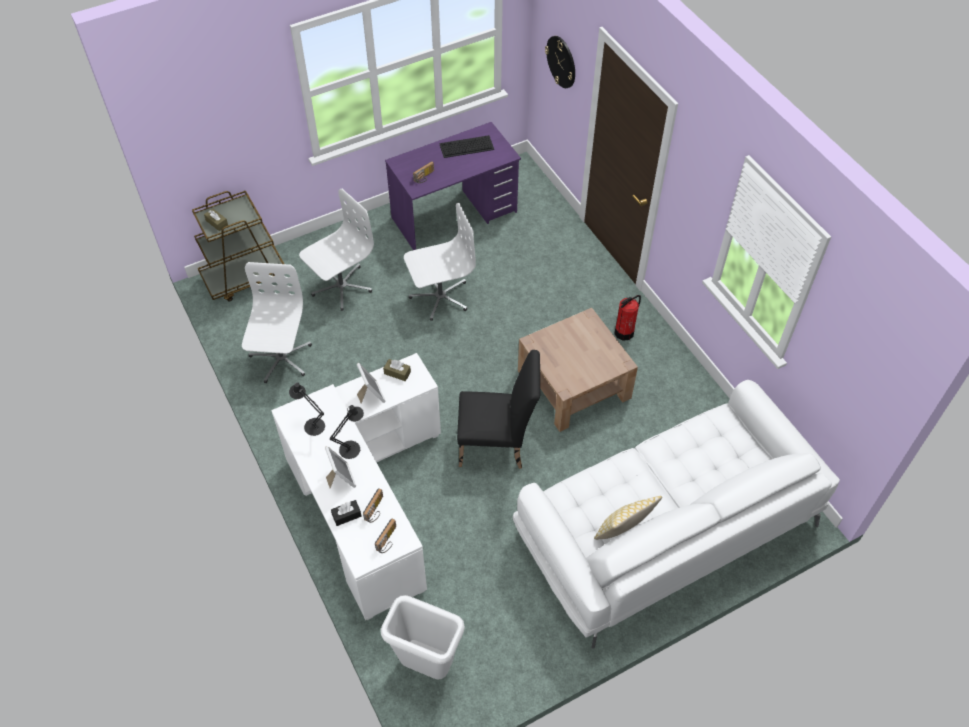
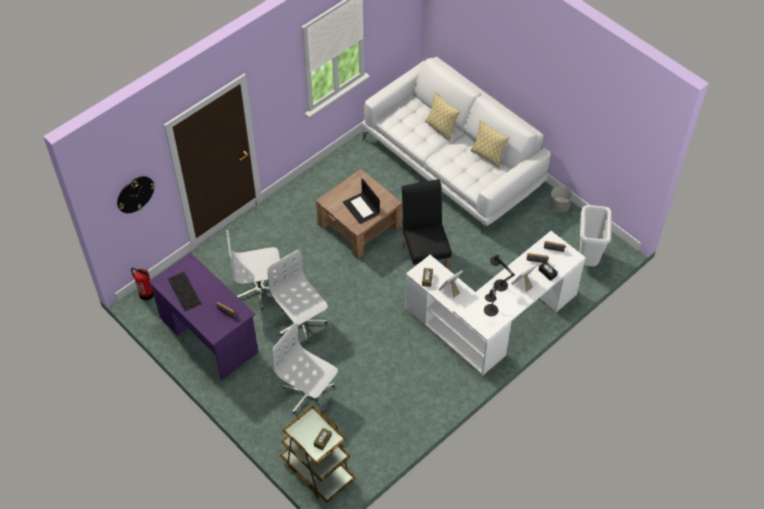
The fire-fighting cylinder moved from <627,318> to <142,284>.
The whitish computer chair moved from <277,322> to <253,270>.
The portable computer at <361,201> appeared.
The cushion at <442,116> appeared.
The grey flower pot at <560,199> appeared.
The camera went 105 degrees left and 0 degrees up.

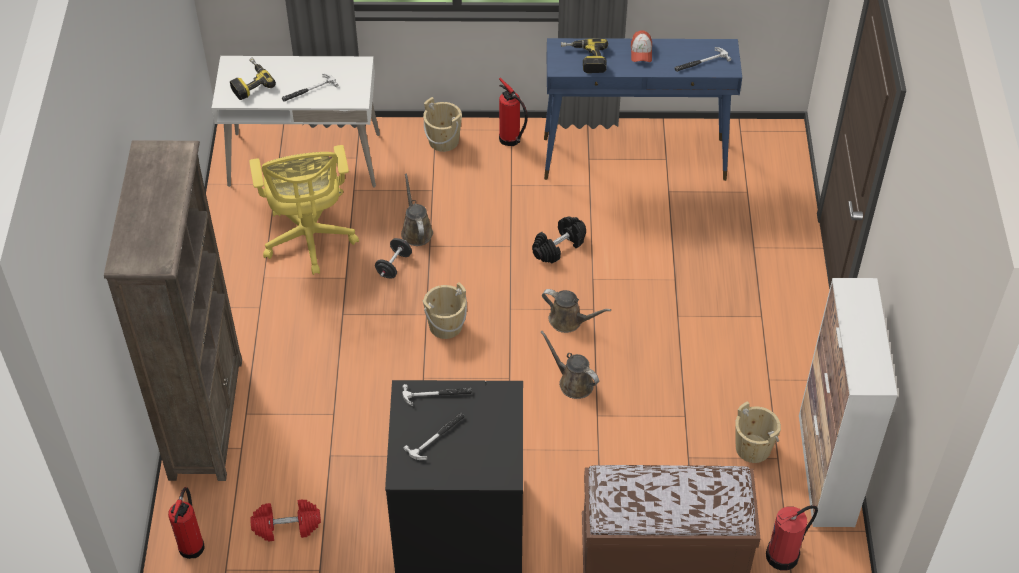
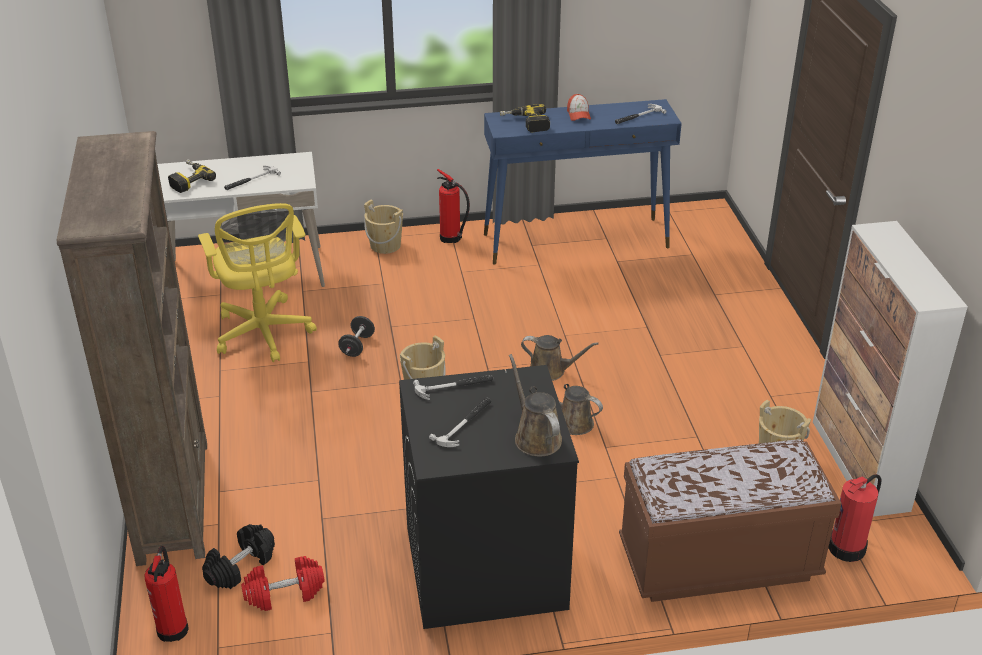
The black free weight moved from <559,240> to <238,556>.
The brown-coloured sprinkling can moved from <417,209> to <535,405>.
The camera went 10 degrees left and 15 degrees down.

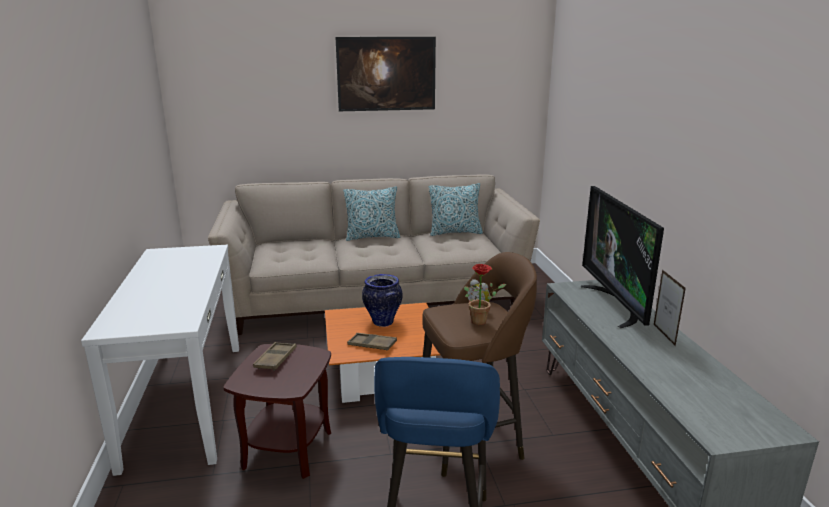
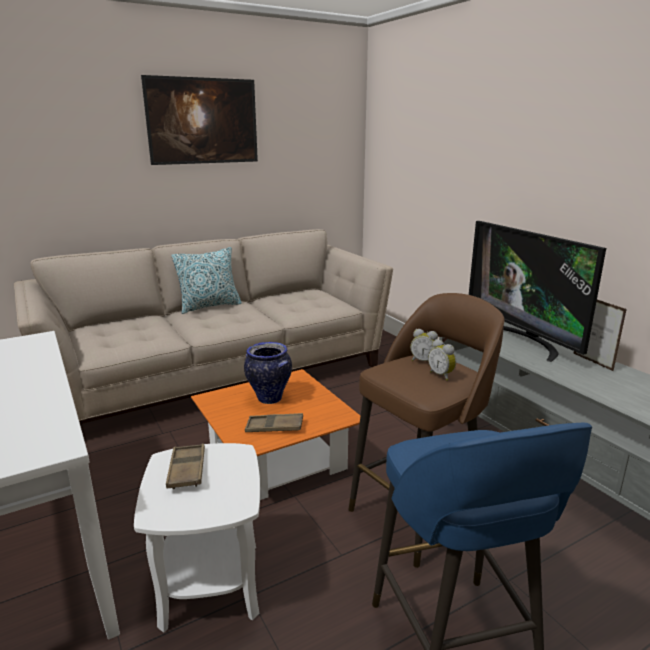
The brown-coloured end table at <277,411> became the whitish end table at <197,538>.
The potted plant at <485,294> was replaced by the alarm clock at <442,360>.
The cushion at <456,209> disappeared.
The camera went 20 degrees left and 0 degrees up.

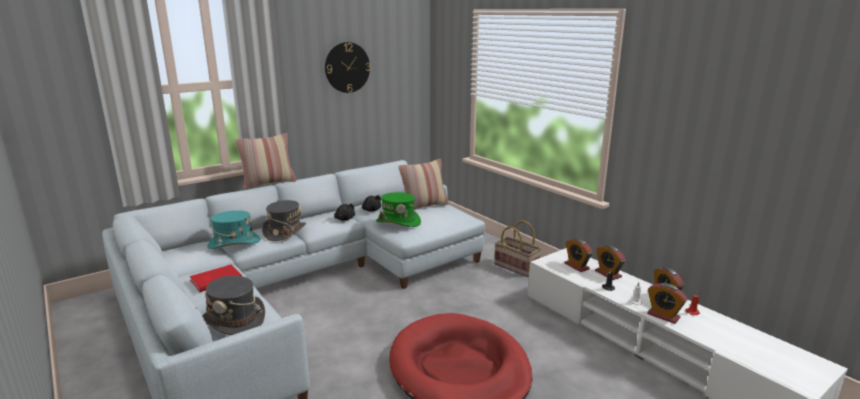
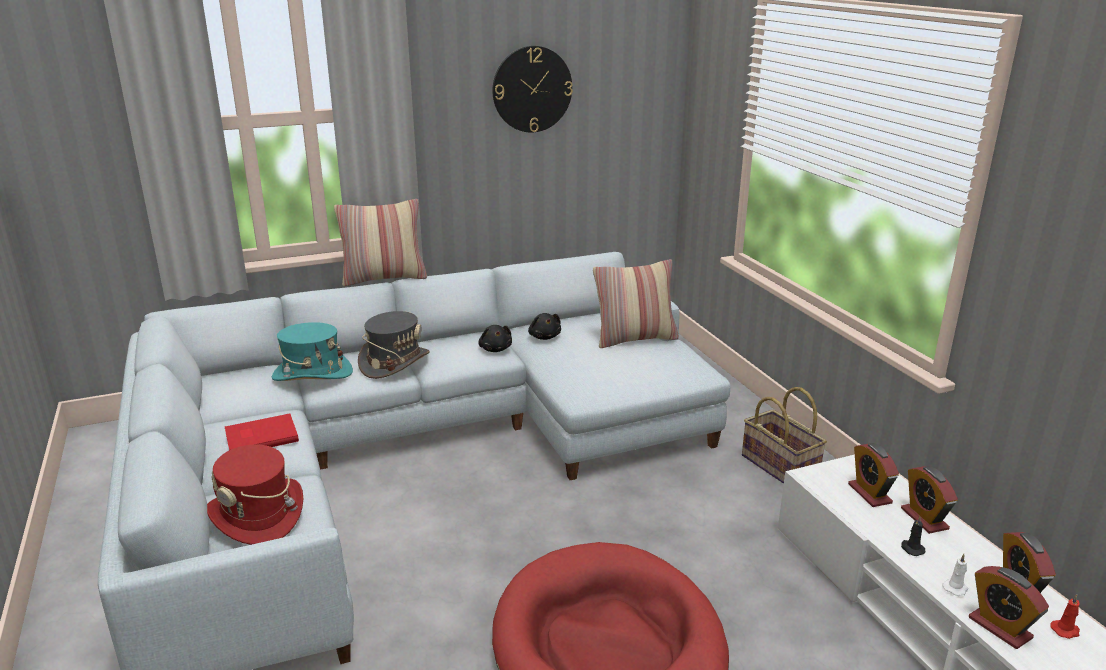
The grey clothing hat at <233,305> became the red clothing hat at <255,494>.
The green clothing hat at <398,209> disappeared.
The camera went 15 degrees right and 5 degrees up.

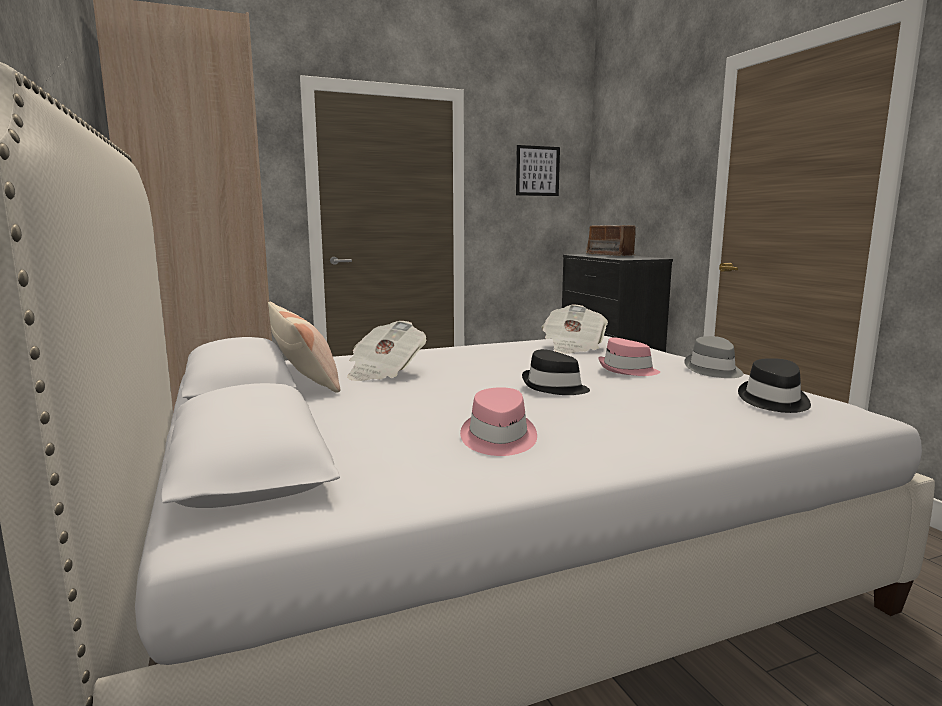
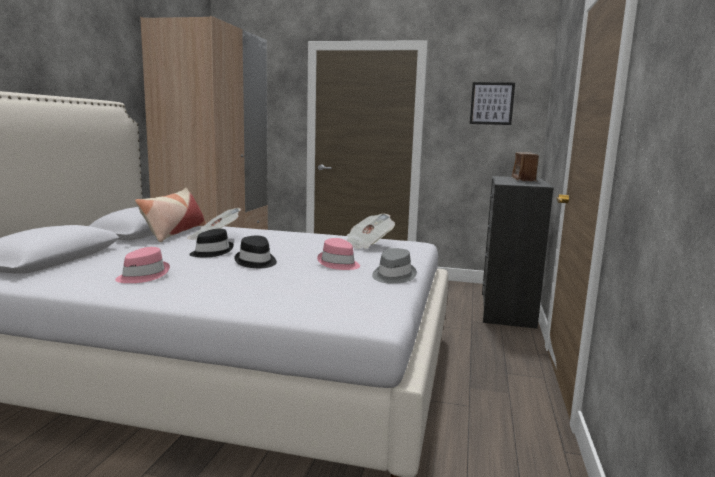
The black clothing hat moved from <774,385> to <211,243>.
The camera went 35 degrees right and 0 degrees up.

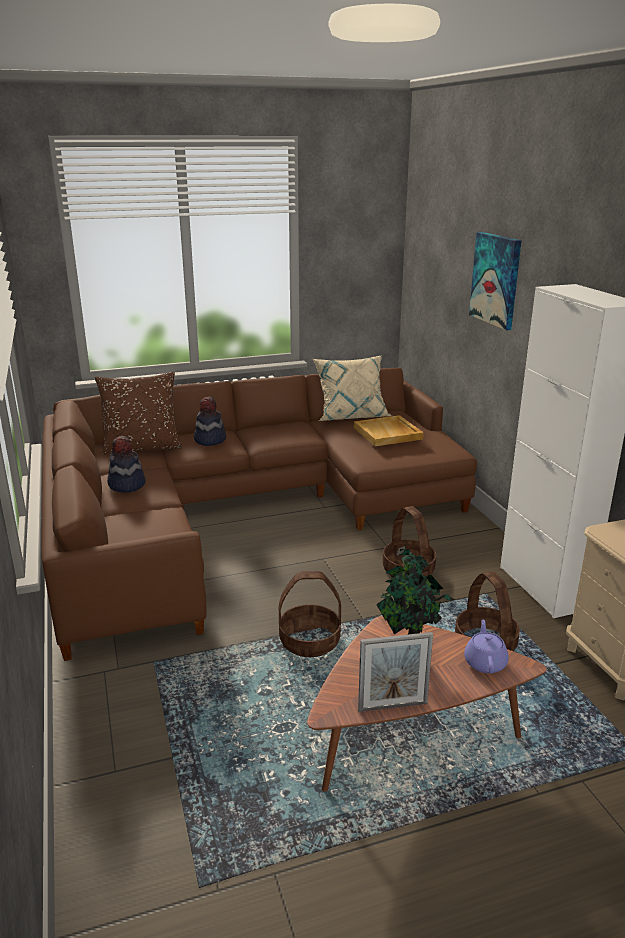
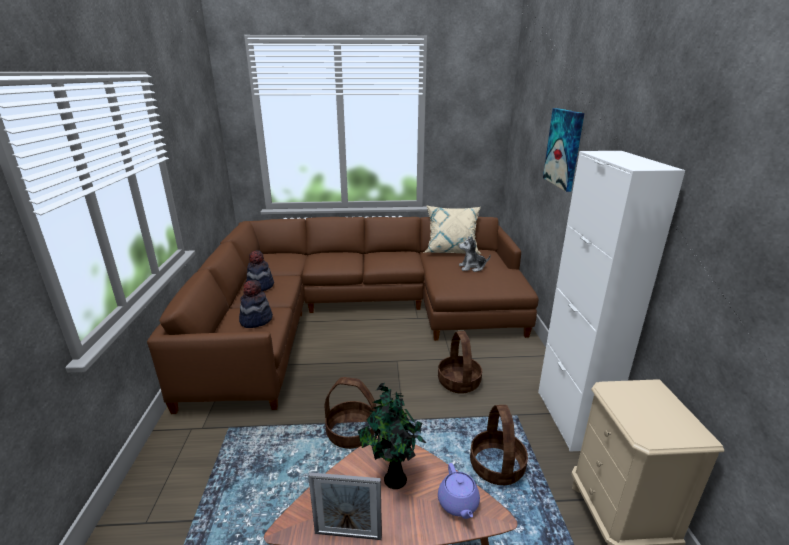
The clothing hat moved from <210,421> to <256,304>.
The purple-coloured tea pot at <486,646> turned 150 degrees clockwise.
The beige serving tray at <388,430> was replaced by the plush toy at <475,254>.
The brown-coloured cushion at <138,413> disappeared.
The camera went 15 degrees right and 0 degrees up.

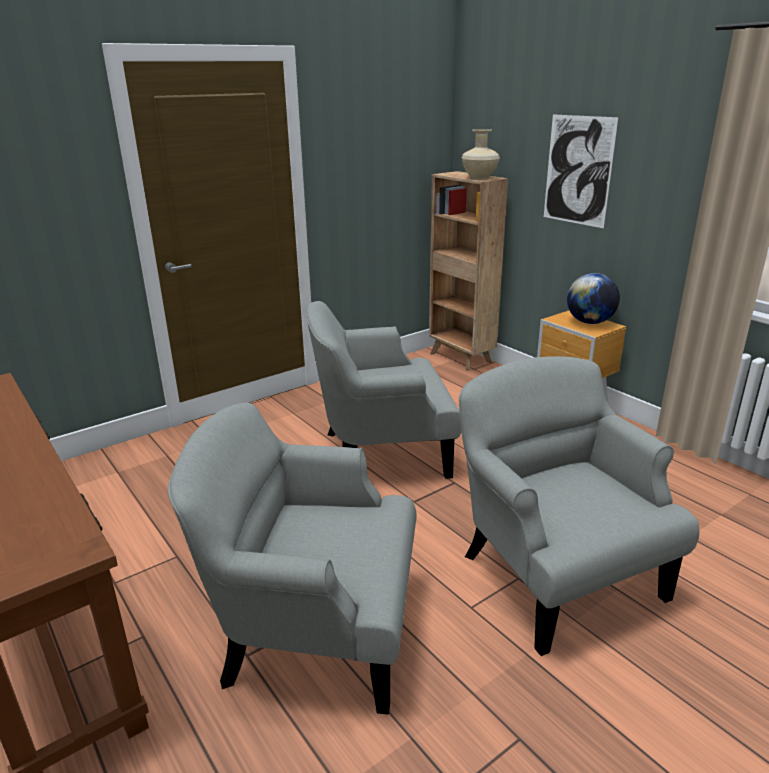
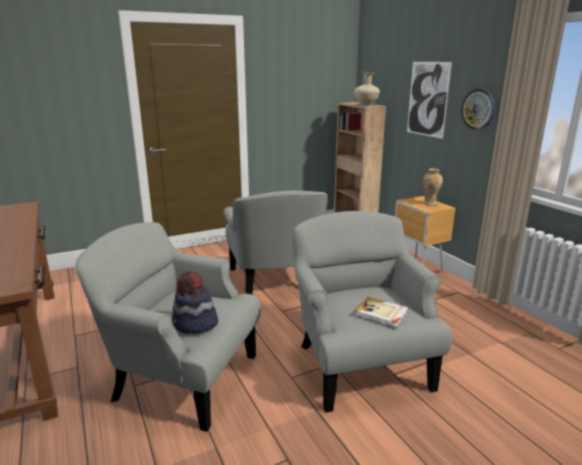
The clothing hat at <195,302> appeared.
The grey easy chair at <383,390> turned 105 degrees counterclockwise.
The bound book at <381,312> appeared.
The desk globe at <593,298> was replaced by the flower vase at <433,187>.
The wall clock at <478,109> appeared.
The camera went 10 degrees right and 5 degrees down.

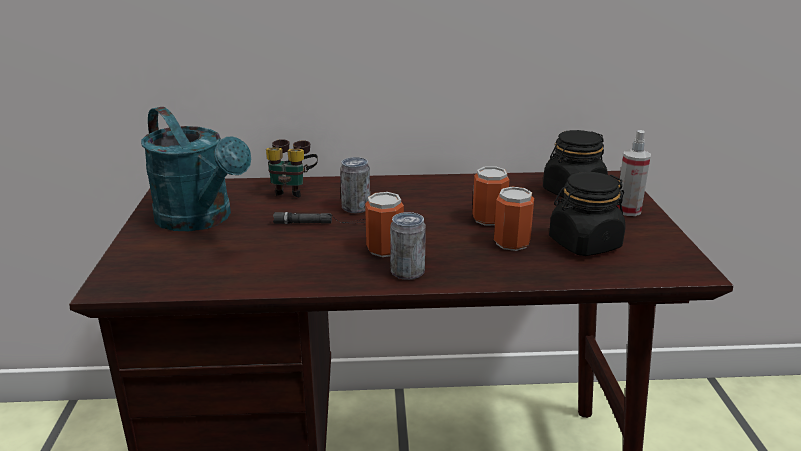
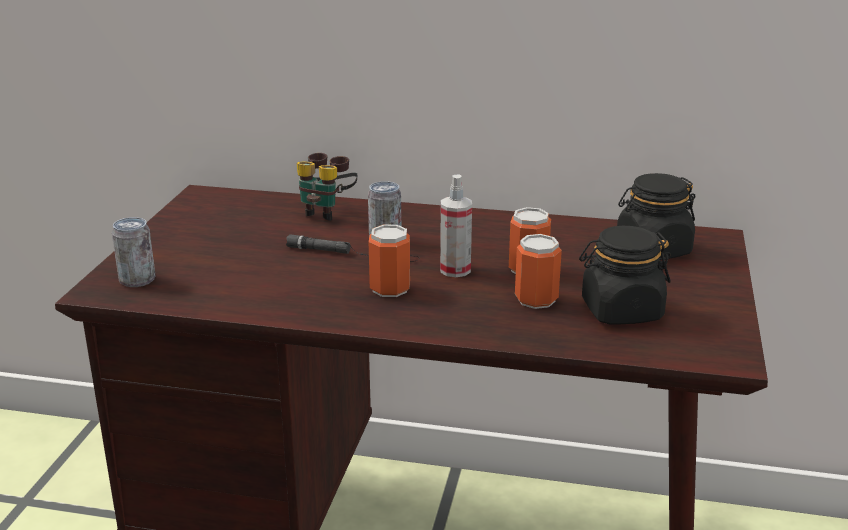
The can moved from <408,246> to <134,252>.
The hand sprayer moved from <634,173> to <456,225>.
The blue-green sprinkling can at <196,169> disappeared.
The camera went 15 degrees right and 0 degrees up.

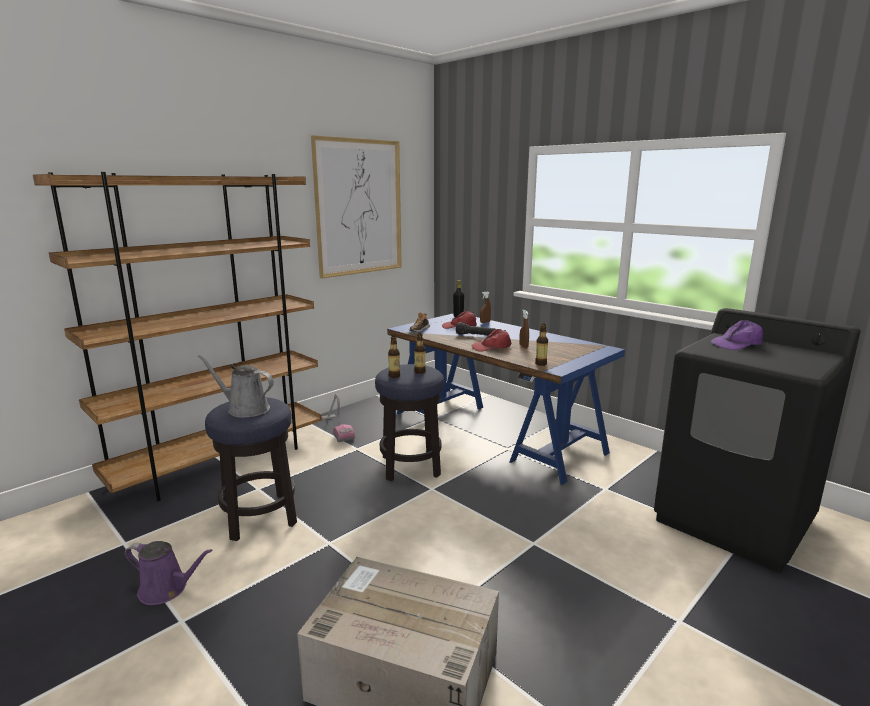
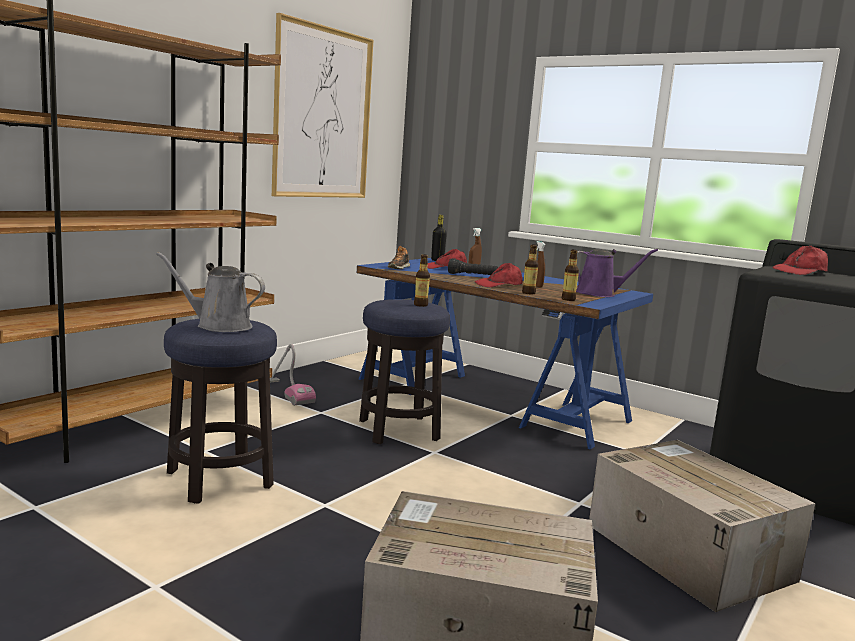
The bottle moved from <394,357> to <530,269>.
The purple-coloured sprinkling can moved from <168,573> to <617,273>.
The cardboard box at <702,526> appeared.
The purple-coloured peaked cap at <737,335> became the red peaked cap at <800,260>.
The camera went 10 degrees left and 5 degrees down.

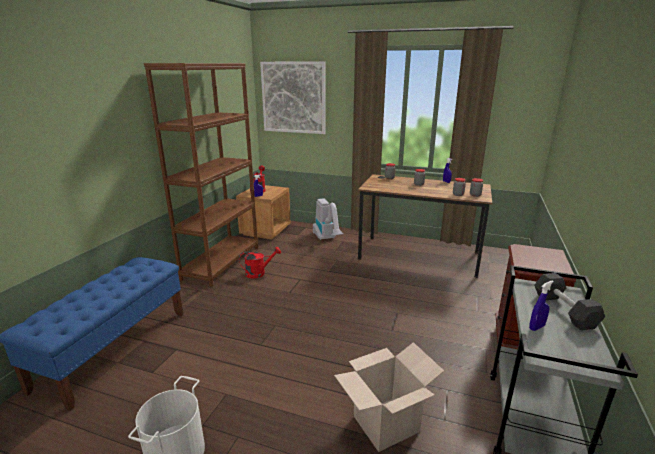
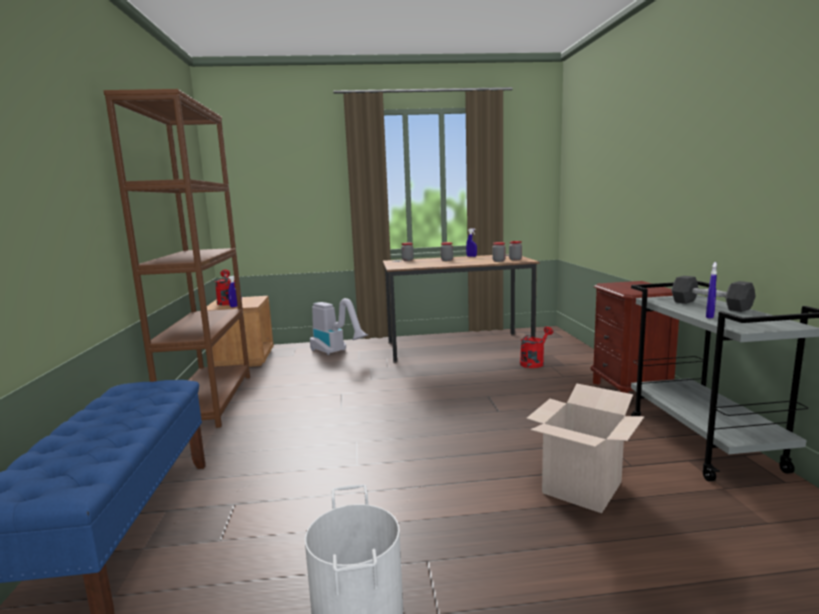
The red sprinkling can moved from <260,262> to <536,347>.
The picture at <293,98> disappeared.
The camera went 25 degrees left and 10 degrees down.

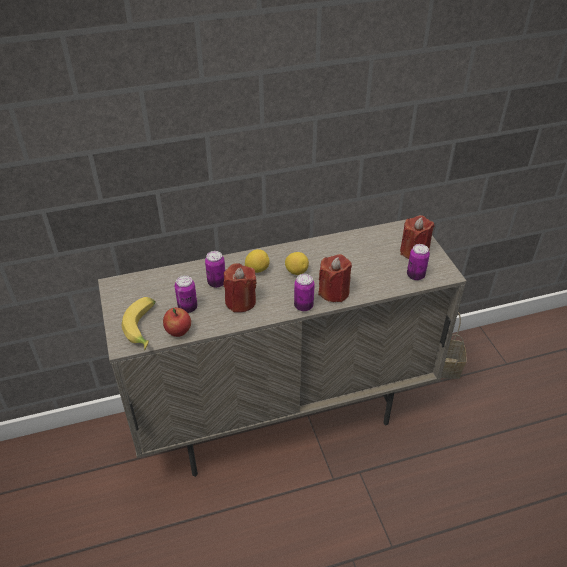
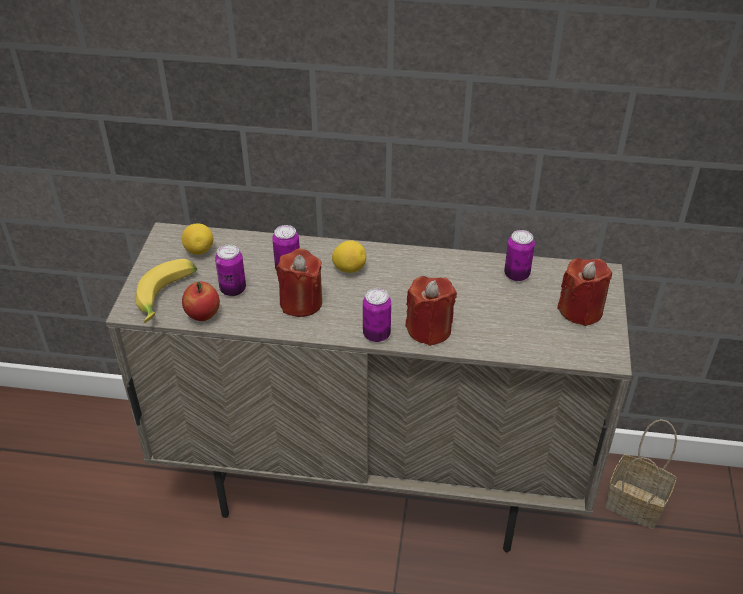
The citrus fruit moved from <297,263> to <197,239>.
The can moved from <418,262> to <519,255>.
The camera went 25 degrees right and 0 degrees up.

